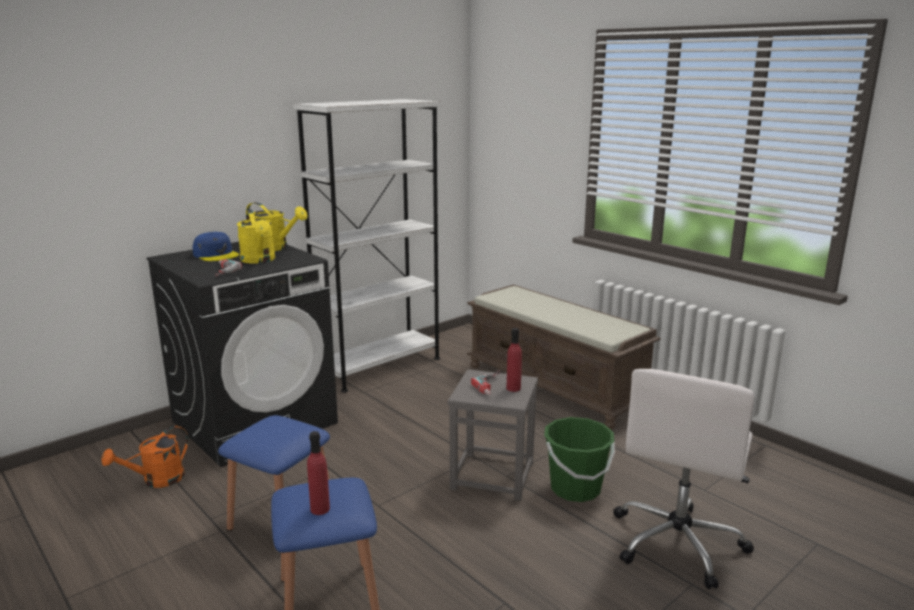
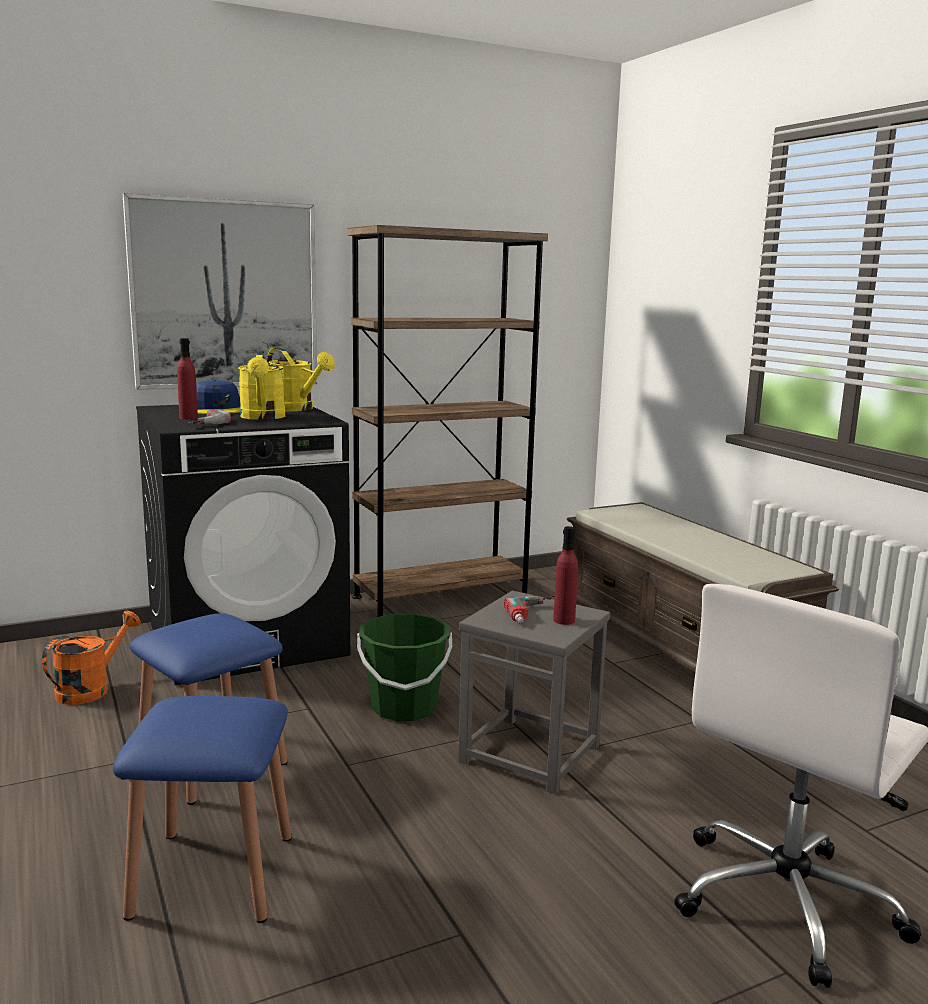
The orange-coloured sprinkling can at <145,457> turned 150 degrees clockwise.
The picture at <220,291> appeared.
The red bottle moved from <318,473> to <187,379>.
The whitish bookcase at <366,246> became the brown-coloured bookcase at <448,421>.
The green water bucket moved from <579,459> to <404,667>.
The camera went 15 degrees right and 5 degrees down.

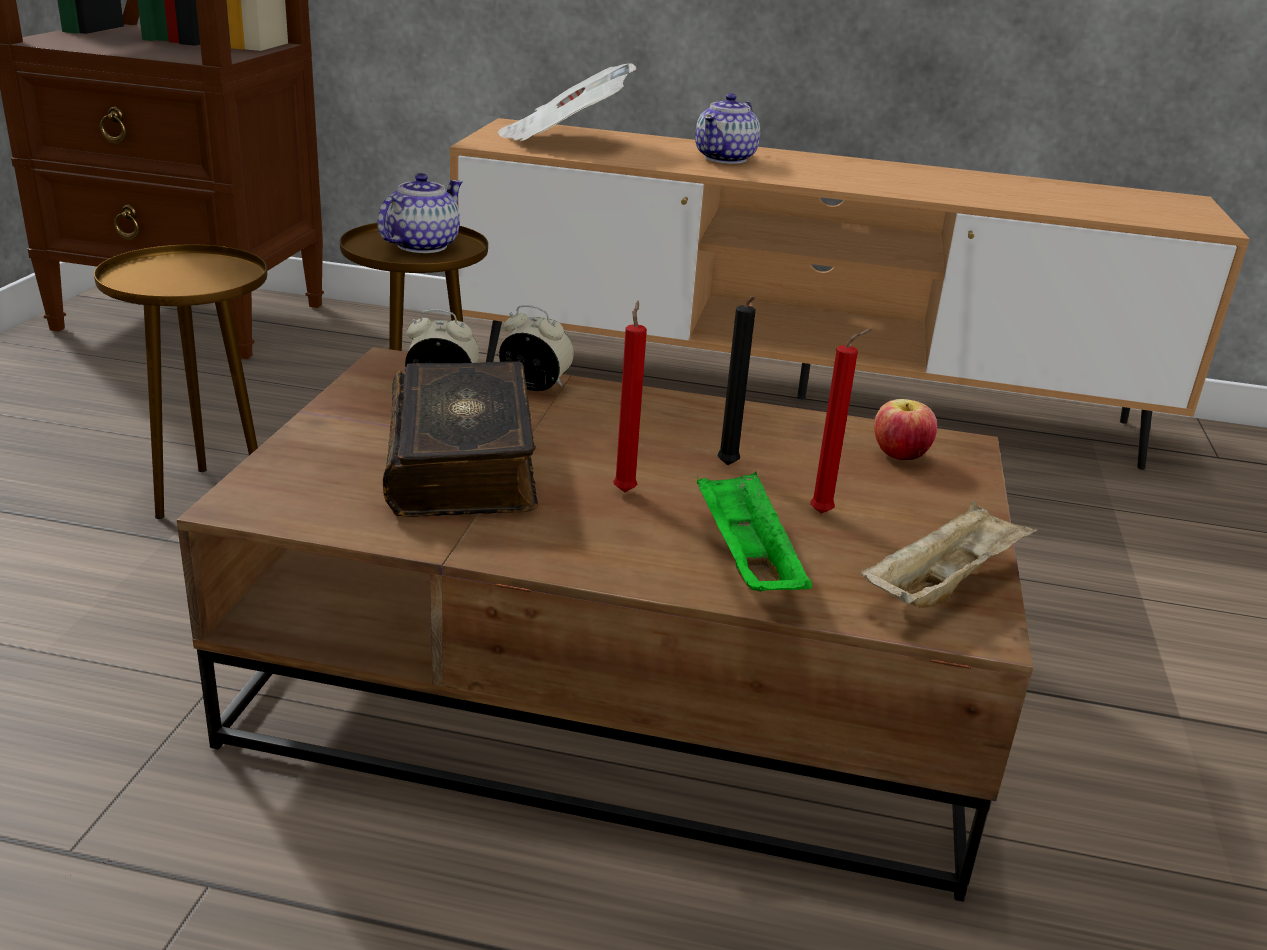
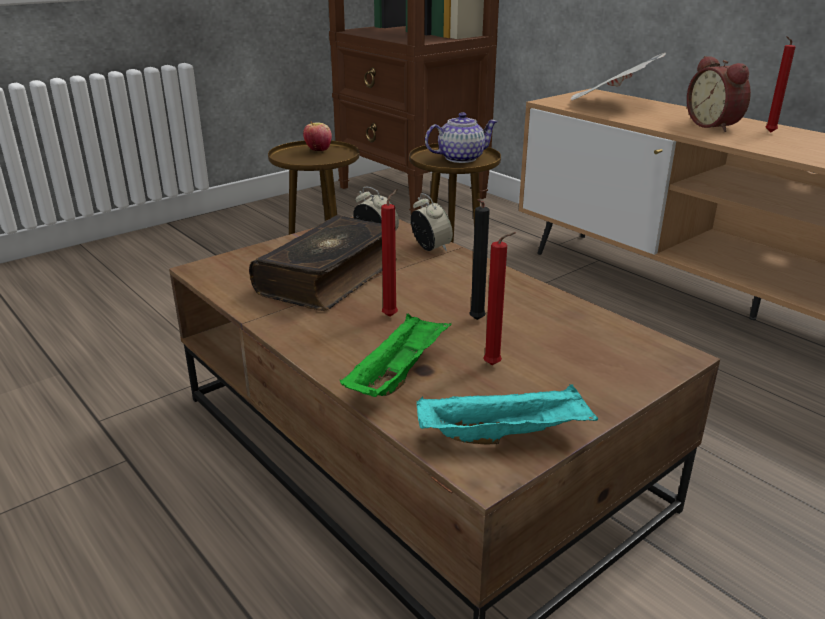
The apple fruit moved from <905,429> to <317,136>.
The beige serving tray at <949,554> became the blue-green serving tray at <507,414>.
The tea pot at <727,128> was replaced by the alarm clock at <719,94>.
The red wax light at <781,84> appeared.
The camera went 40 degrees right and 0 degrees up.

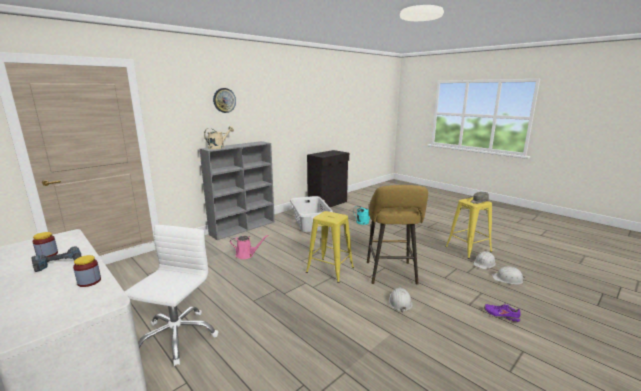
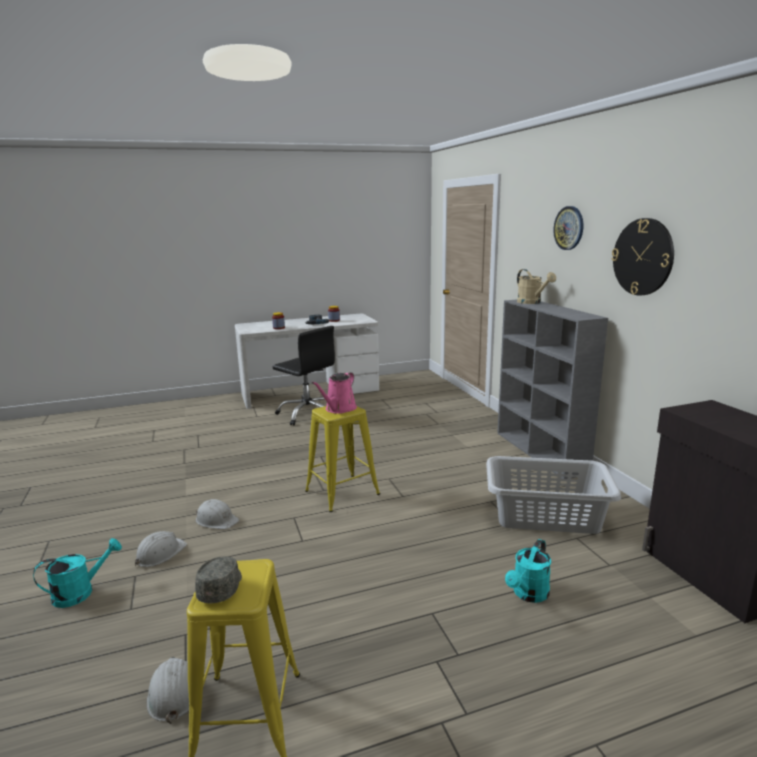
The purple-coloured low shoe at <502,312> was replaced by the blue-green sprinkling can at <77,573>.
The whitish safety helmet moved from <508,276> to <161,549>.
The whitish computer chair at <171,295> became the black computer chair at <304,375>.
The pink sprinkling can moved from <249,247> to <334,393>.
The wall clock at <642,257> appeared.
The yellow stool at <397,235> disappeared.
The camera went 115 degrees right and 0 degrees up.

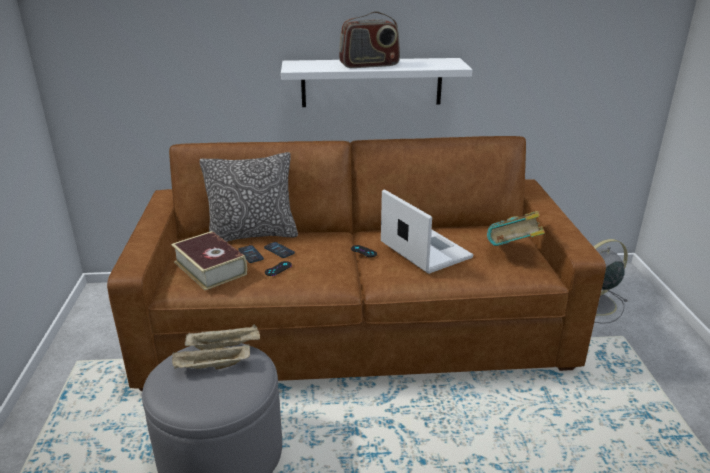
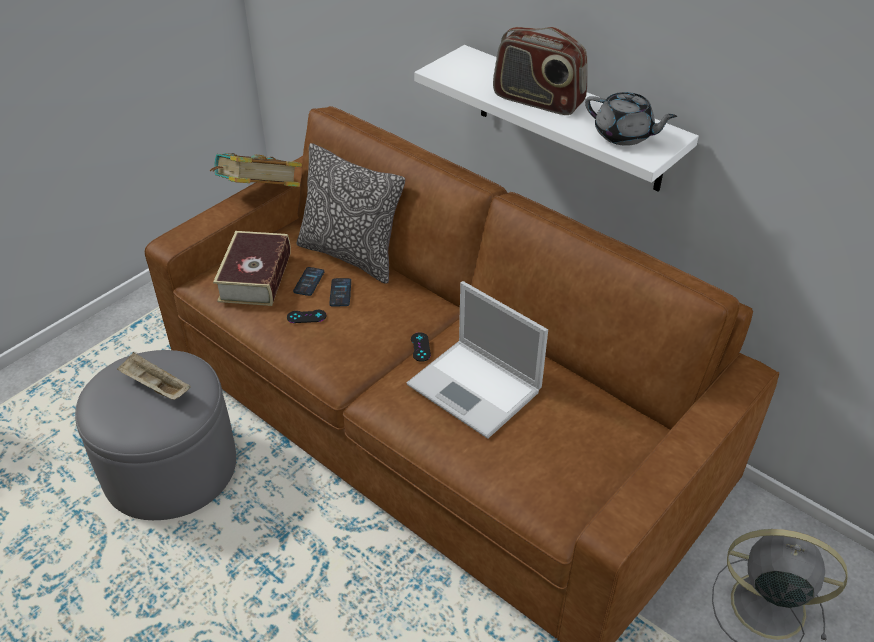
The bound book moved from <516,228> to <256,170>.
The portable computer at <427,231> turned 120 degrees clockwise.
The grey tea pot at <631,119> appeared.
The beige serving tray at <222,337> disappeared.
The camera went 45 degrees right and 15 degrees up.

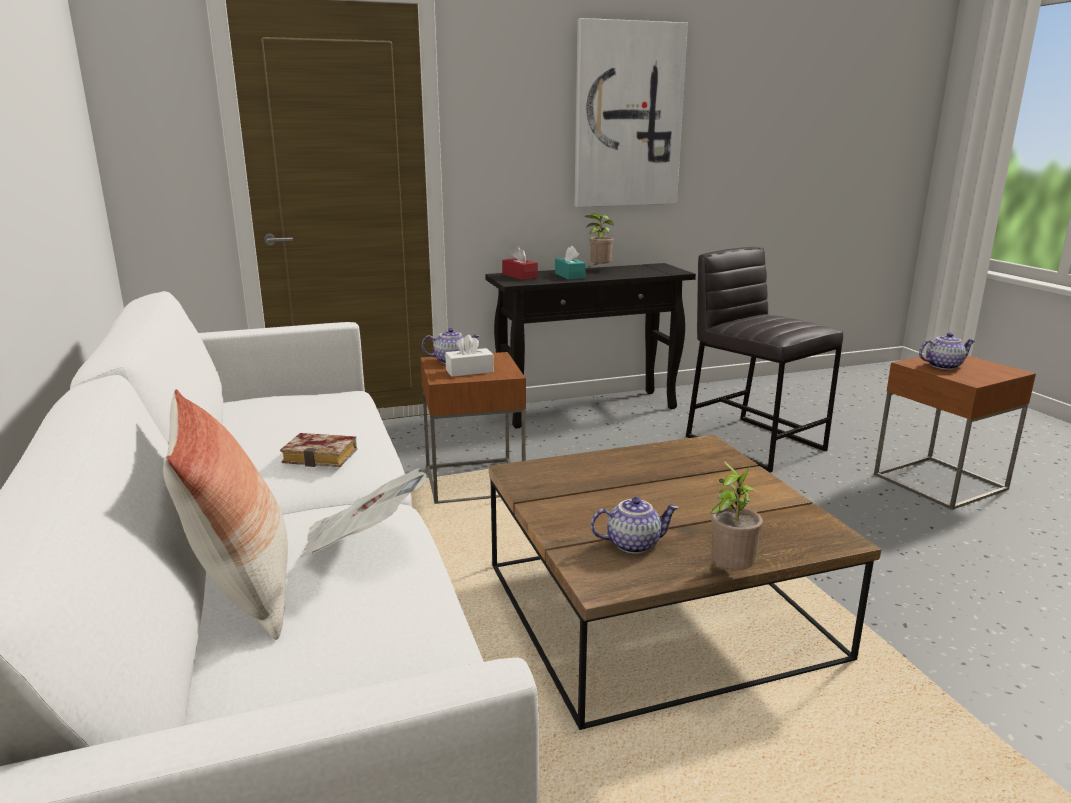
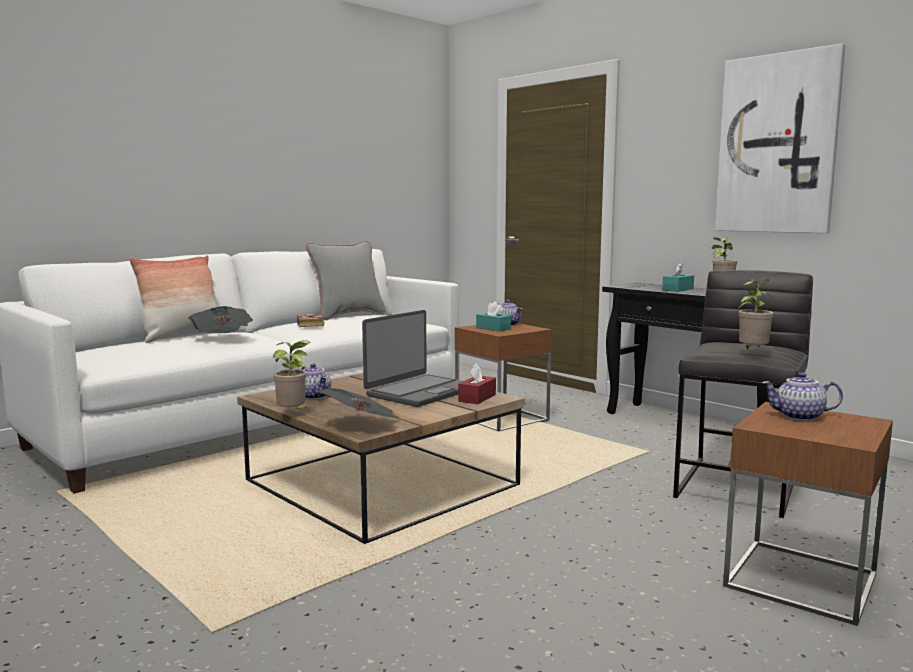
The grey cushion at <346,280> appeared.
The printed paper at <358,403> appeared.
The portable computer at <412,358> appeared.
The red tissue holder moved from <520,263> to <477,383>.
The whitish tissue holder at <469,356> became the blue-green tissue holder at <493,316>.
The potted plant at <756,314> appeared.
The tea pot at <947,351> turned 135 degrees clockwise.
The camera went 65 degrees right and 10 degrees down.

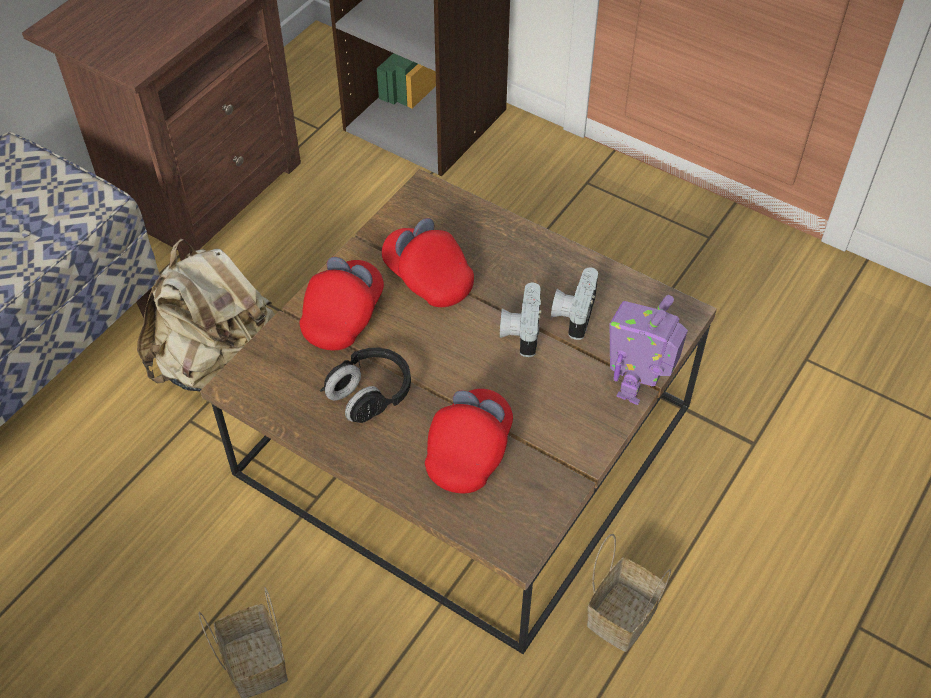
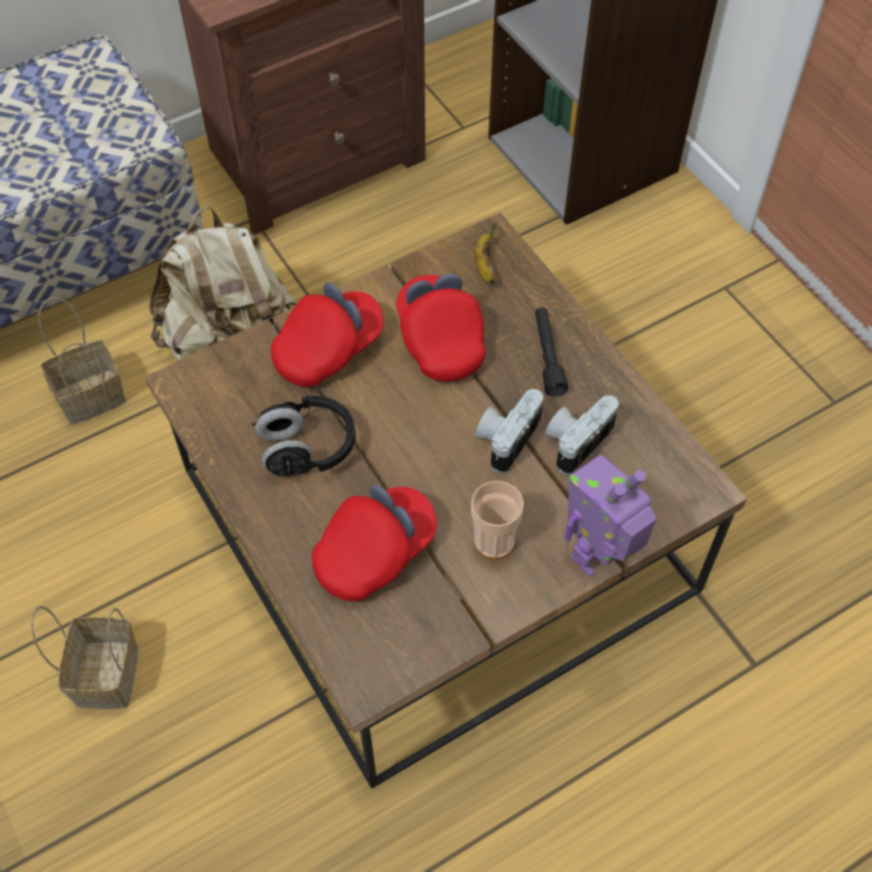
The household basket moved from <629,593> to <82,361>.
The cup at <497,520> appeared.
The whole banana at <485,252> appeared.
The black torch at <552,351> appeared.
The camera went 25 degrees right and 5 degrees up.

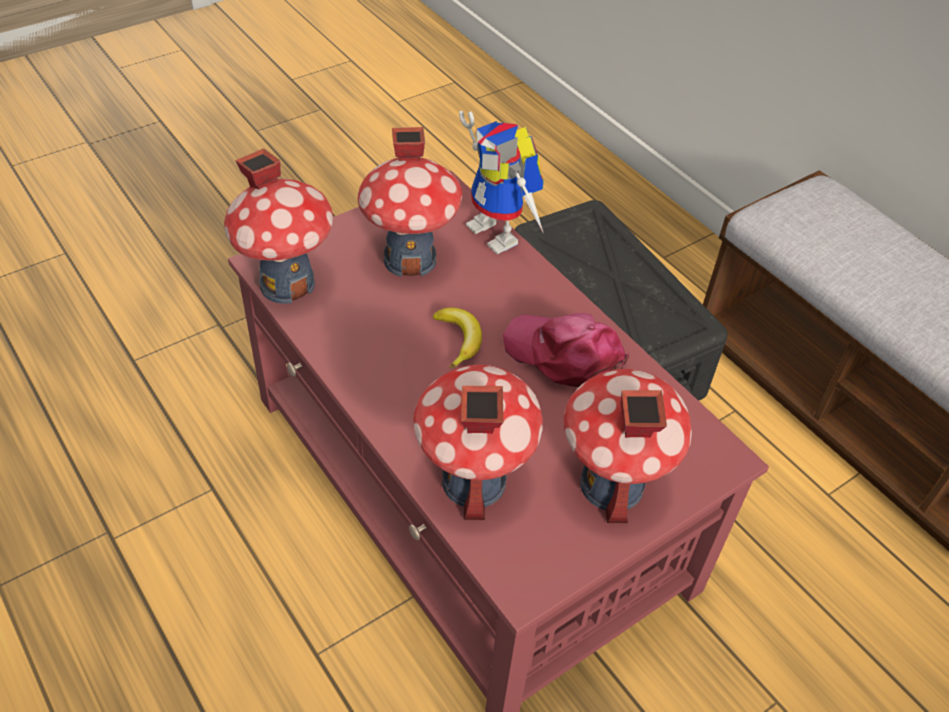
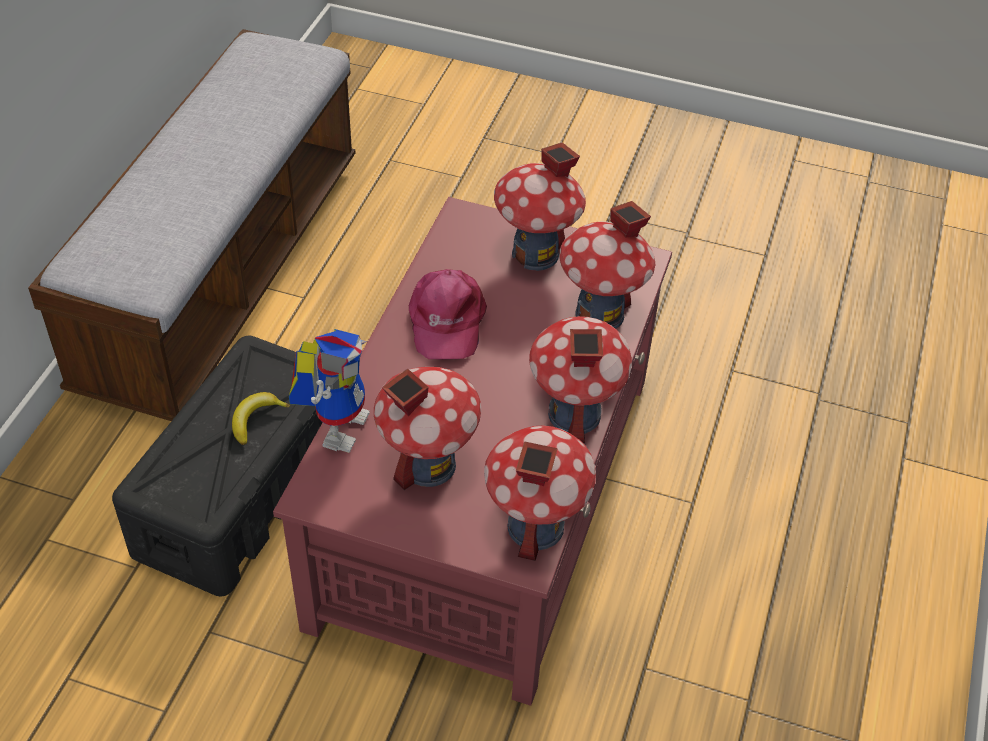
The whole banana moved from <457,338> to <261,418>.
The miniature house at <580,379> appeared.
The camera went 125 degrees left and 0 degrees up.

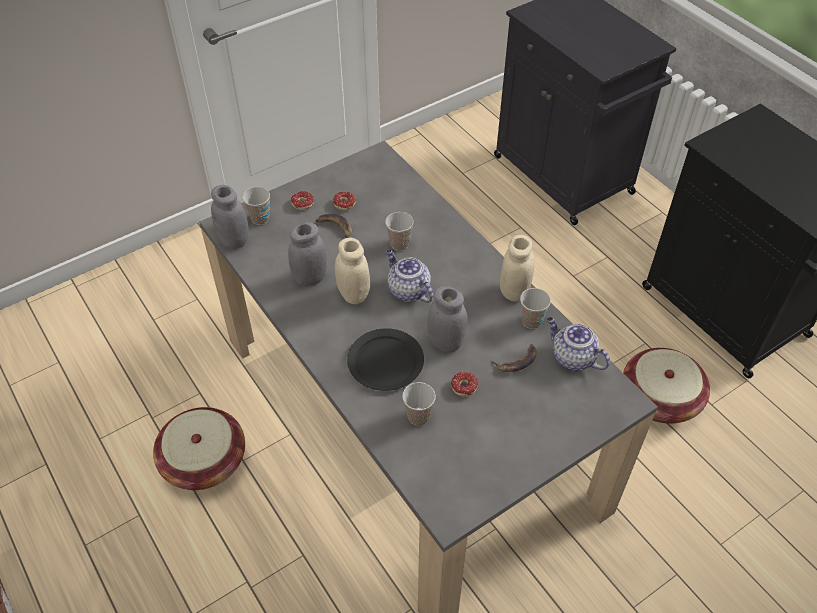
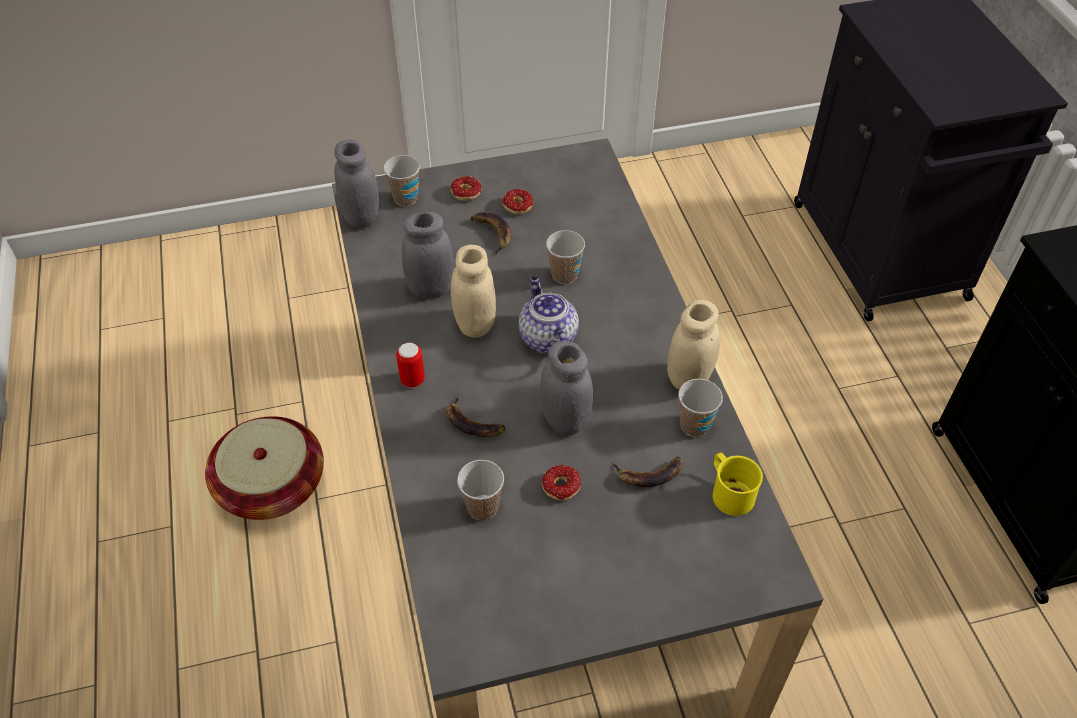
The can at <410,365> appeared.
The black plate at <385,359> was replaced by the whole banana at <476,416>.
The tea pot at <578,344> was replaced by the yellow tea mug at <738,484>.
The household basket at <666,386> disappeared.
The camera went 20 degrees right and 0 degrees up.

